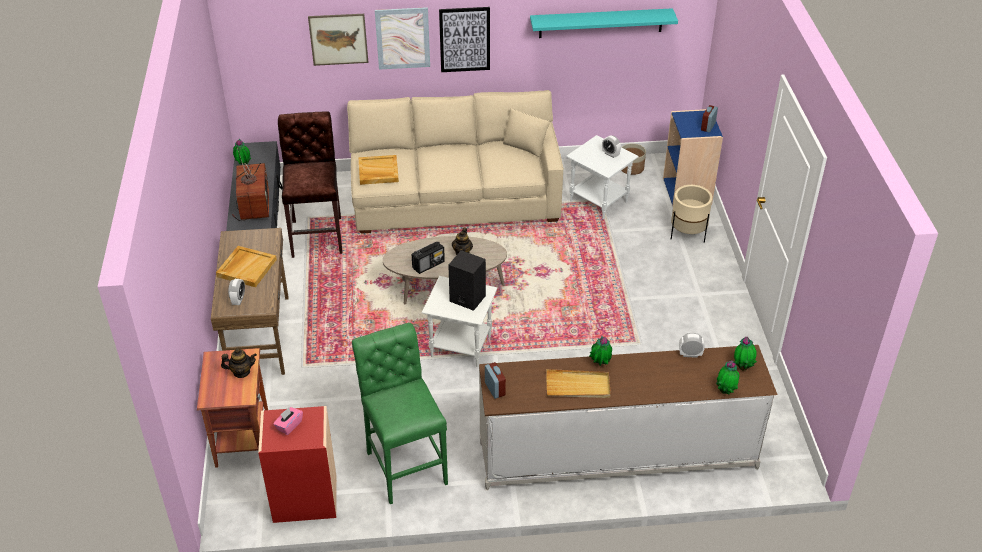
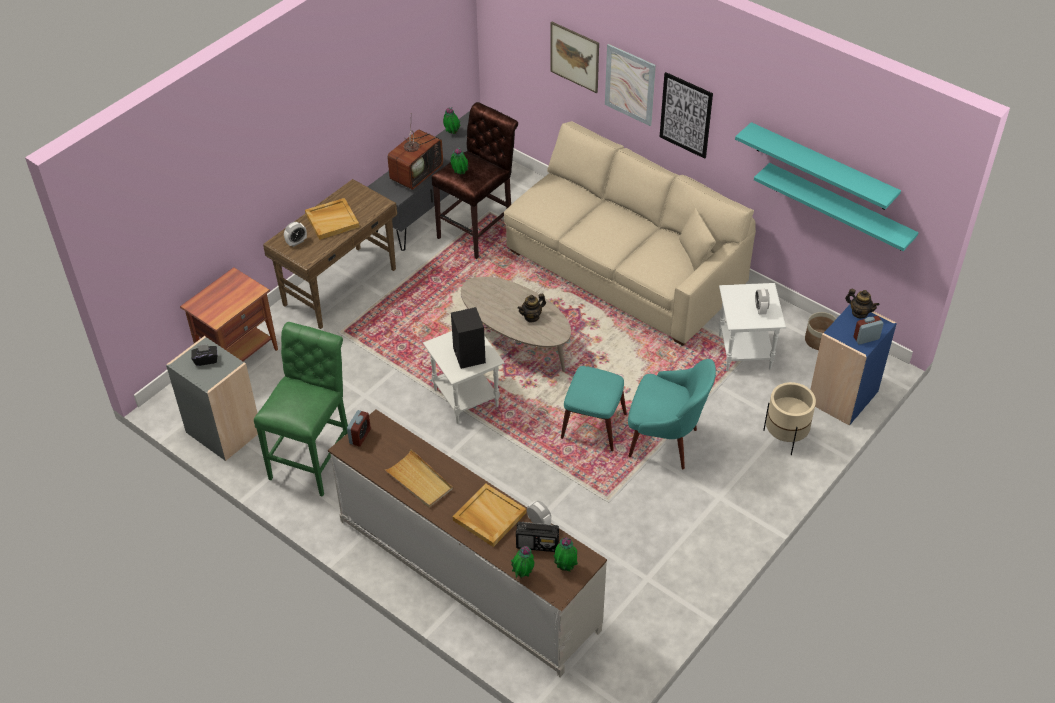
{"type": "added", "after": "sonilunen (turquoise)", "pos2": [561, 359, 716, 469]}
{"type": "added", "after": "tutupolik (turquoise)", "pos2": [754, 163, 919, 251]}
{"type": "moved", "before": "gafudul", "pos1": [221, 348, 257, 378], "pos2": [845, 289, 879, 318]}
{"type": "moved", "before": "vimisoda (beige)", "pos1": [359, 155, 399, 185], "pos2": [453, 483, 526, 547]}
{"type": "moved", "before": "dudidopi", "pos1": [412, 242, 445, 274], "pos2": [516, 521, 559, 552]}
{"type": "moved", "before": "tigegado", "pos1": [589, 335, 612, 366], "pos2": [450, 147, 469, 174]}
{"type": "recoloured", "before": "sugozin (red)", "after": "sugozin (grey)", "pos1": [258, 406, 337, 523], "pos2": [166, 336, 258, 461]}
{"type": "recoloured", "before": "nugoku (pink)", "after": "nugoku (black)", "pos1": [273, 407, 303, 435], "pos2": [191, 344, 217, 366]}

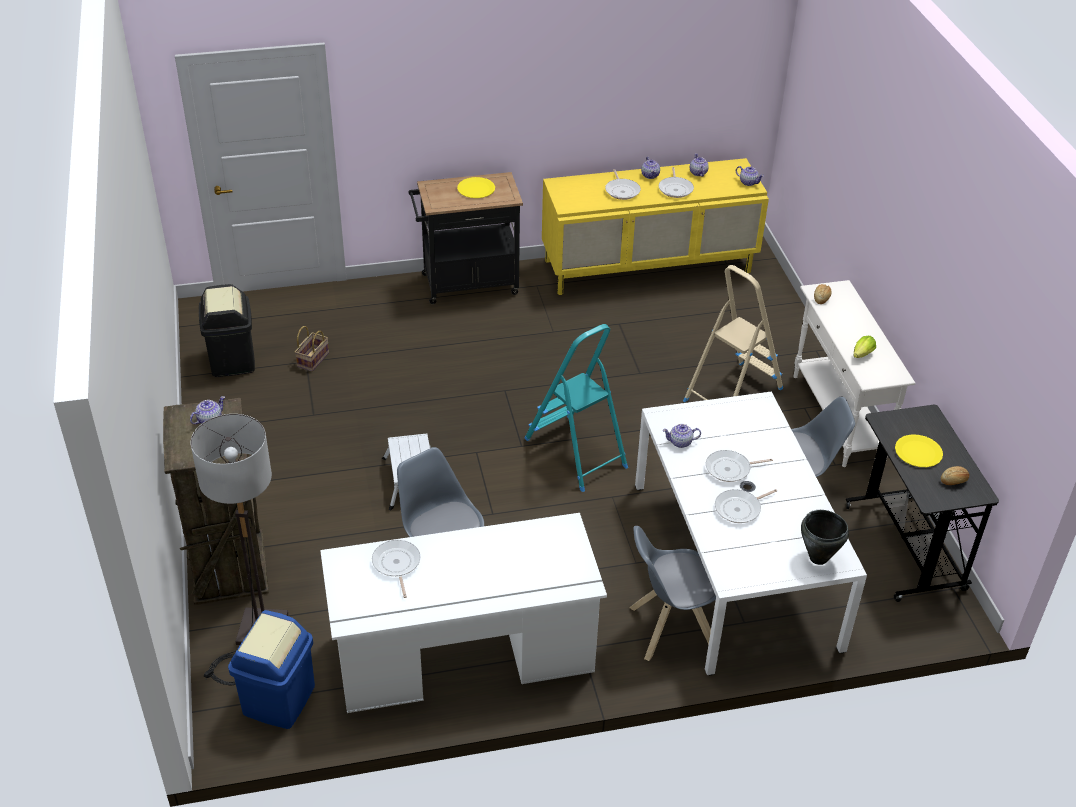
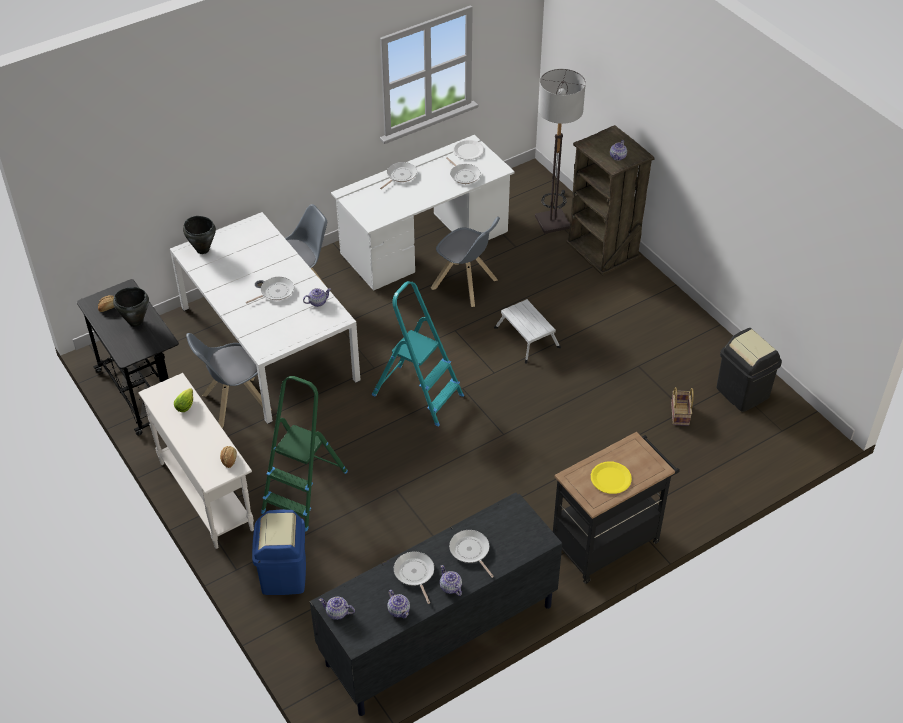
{"type": "added", "after": "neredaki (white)", "pos2": [453, 140, 485, 160]}
{"type": "moved", "before": "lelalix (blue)", "pos1": [228, 610, 315, 729], "pos2": [252, 510, 306, 595]}
{"type": "moved", "before": "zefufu", "pos1": [715, 489, 777, 523], "pos2": [380, 162, 417, 189]}
{"type": "replaced", "before": "neredaki (yellow)", "after": "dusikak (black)", "pos1": [895, 434, 943, 467], "pos2": [113, 287, 149, 327]}
{"type": "recoloured", "before": "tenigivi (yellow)", "after": "tenigivi (black)", "pos1": [542, 158, 769, 295], "pos2": [310, 492, 562, 716]}
{"type": "recoloured", "before": "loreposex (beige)", "after": "loreposex (green)", "pos1": [683, 265, 783, 402], "pos2": [261, 376, 348, 532]}

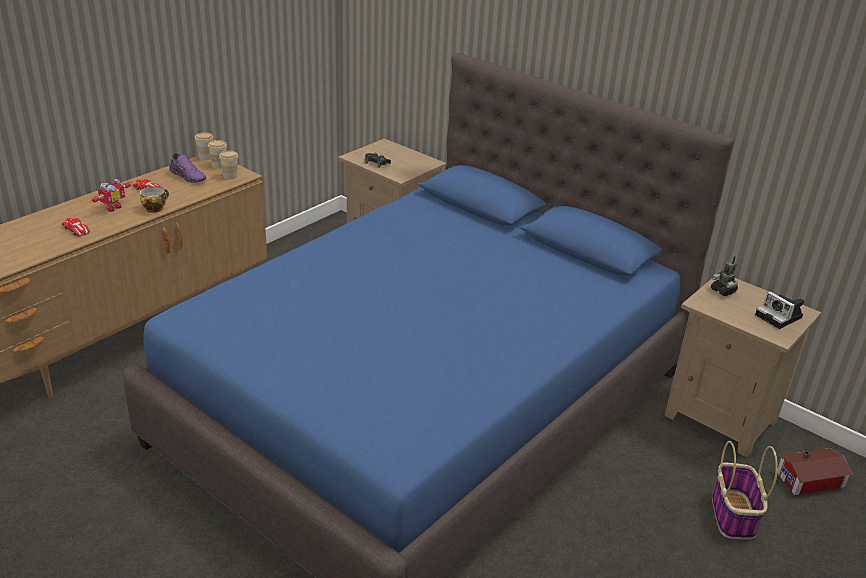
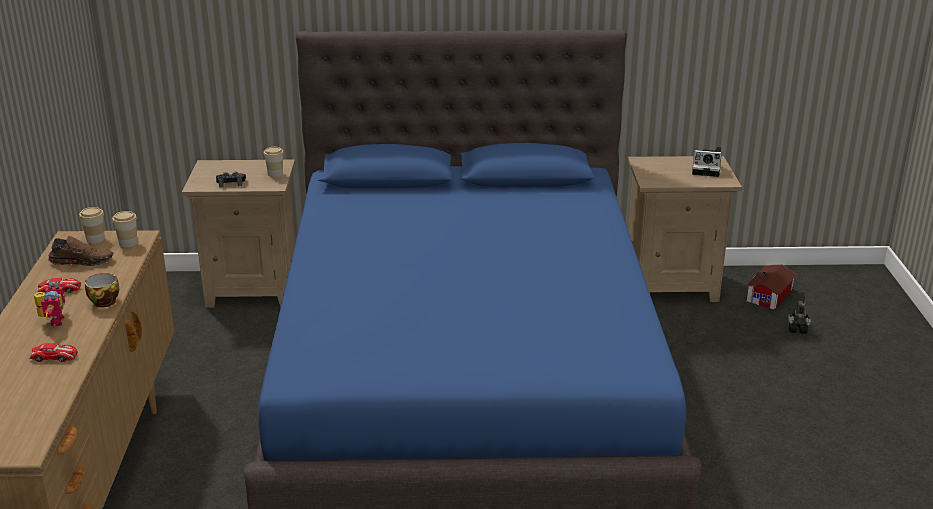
{"type": "removed", "before": "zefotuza", "pos1": [712, 441, 778, 539]}
{"type": "moved", "before": "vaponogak", "pos1": [195, 132, 213, 160], "pos2": [263, 147, 284, 177]}
{"type": "moved", "before": "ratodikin", "pos1": [711, 256, 738, 296], "pos2": [788, 296, 811, 334]}
{"type": "recoloured", "before": "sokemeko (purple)", "after": "sokemeko (brown)", "pos1": [169, 153, 206, 183], "pos2": [48, 236, 114, 266]}

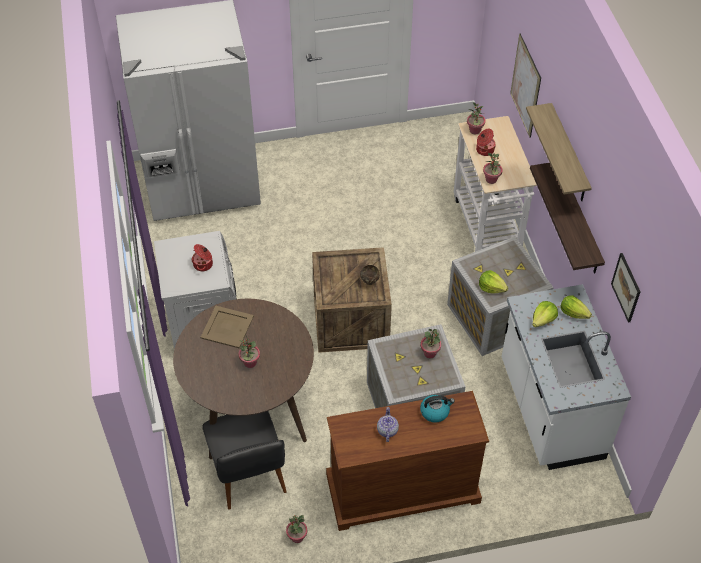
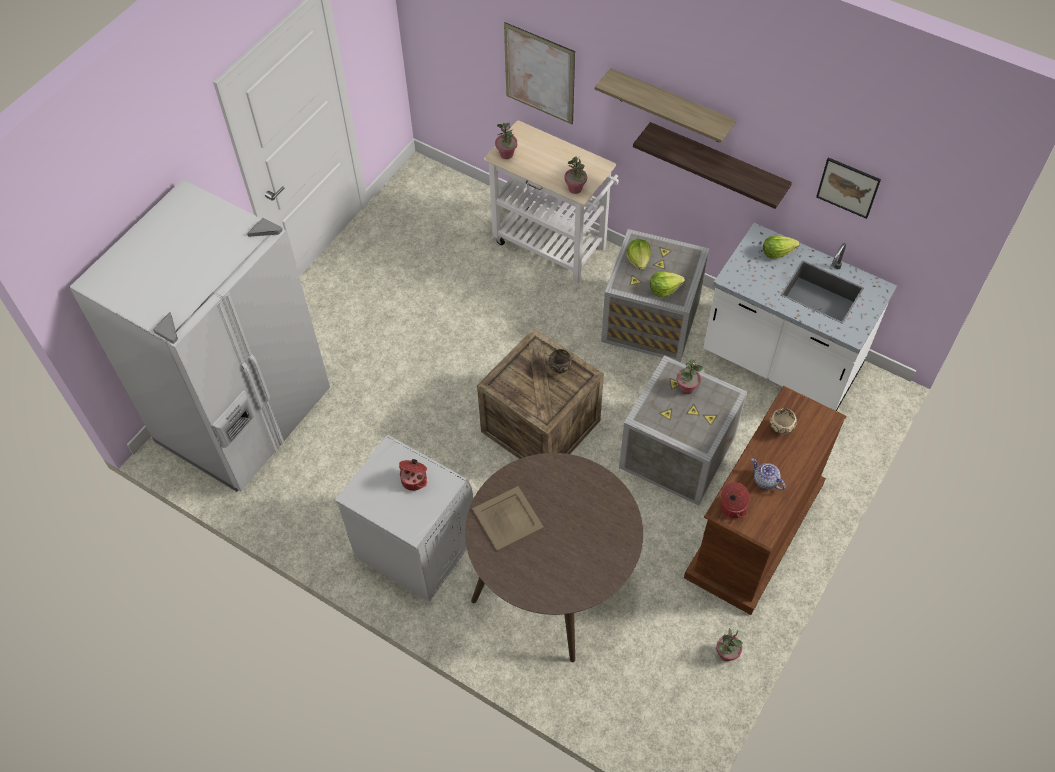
{"type": "removed", "before": "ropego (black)", "pos1": [202, 411, 287, 510]}
{"type": "removed", "before": "tigegado", "pos1": [239, 335, 260, 368]}
{"type": "moved", "before": "dusikak", "pos1": [476, 129, 496, 156], "pos2": [720, 482, 750, 518]}
{"type": "moved", "before": "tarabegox", "pos1": [532, 301, 558, 327], "pos2": [626, 239, 651, 270]}
{"type": "replaced", "before": "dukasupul", "after": "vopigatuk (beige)", "pos1": [420, 395, 455, 423], "pos2": [770, 408, 797, 434]}

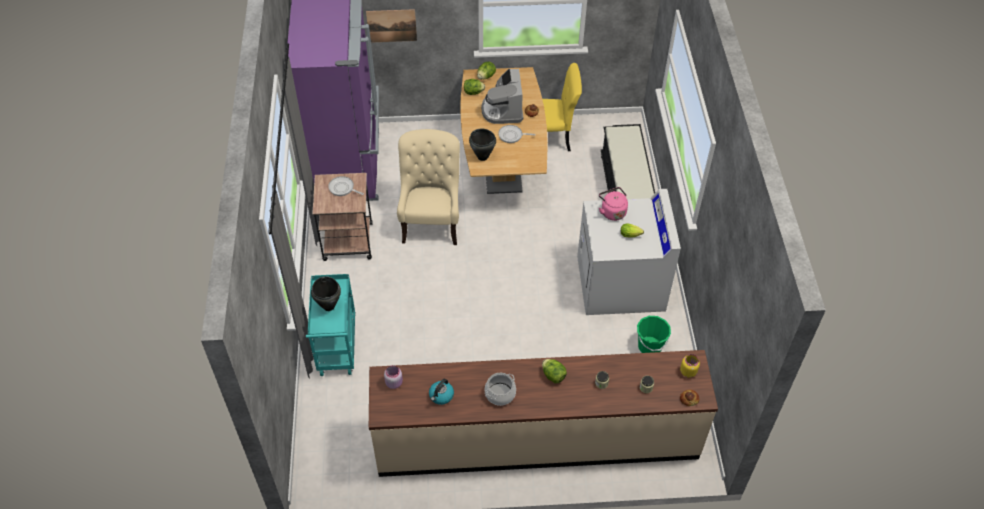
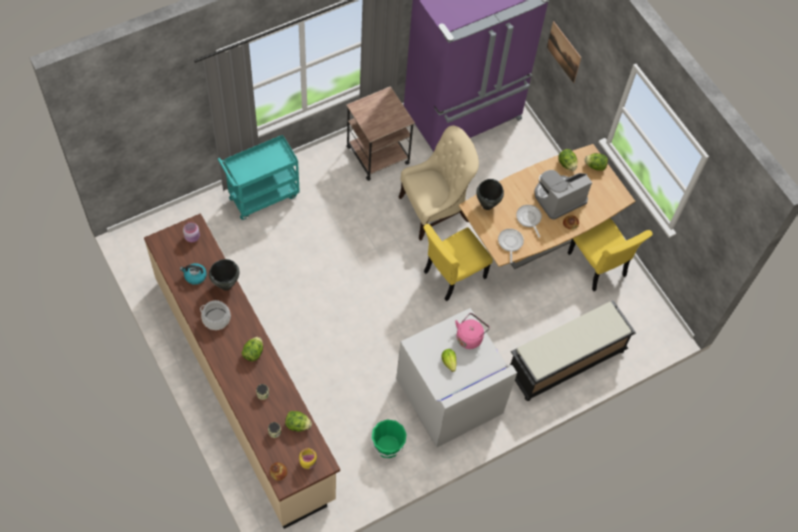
{"type": "added", "after": "tarabegox", "pos2": [285, 411, 312, 432]}
{"type": "added", "after": "ropego (yellow)", "pos2": [423, 224, 493, 301]}
{"type": "moved", "before": "dusikak (black)", "pos1": [311, 276, 341, 311], "pos2": [209, 259, 240, 291]}
{"type": "moved", "before": "zefufu", "pos1": [328, 176, 364, 196], "pos2": [498, 229, 524, 263]}

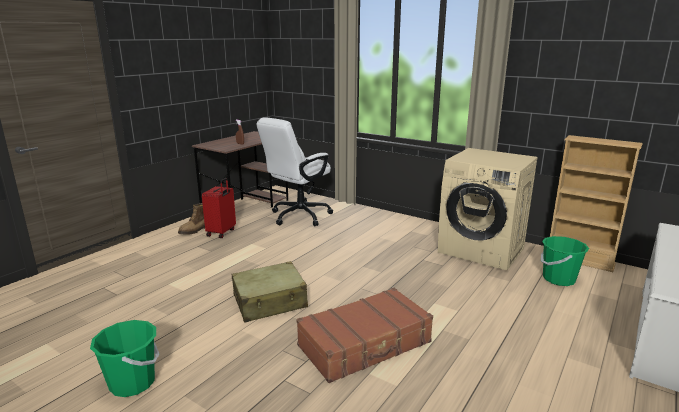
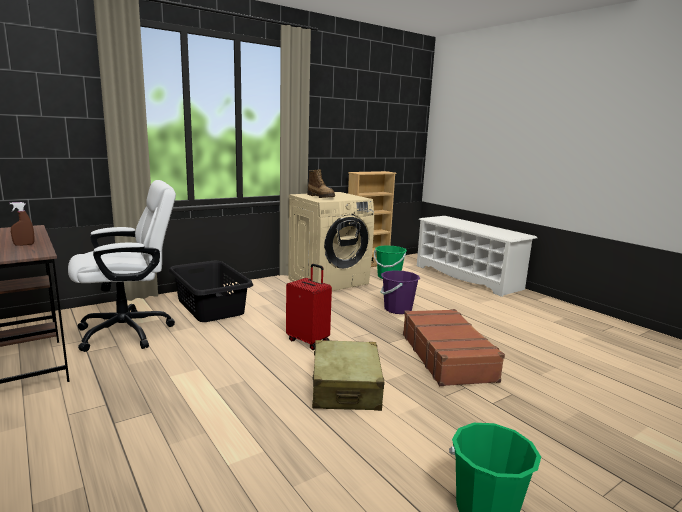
{"type": "added", "after": "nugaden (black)", "pos2": [169, 261, 253, 322]}
{"type": "added", "after": "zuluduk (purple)", "pos2": [381, 270, 420, 314]}
{"type": "moved", "before": "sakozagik", "pos1": [178, 203, 205, 234], "pos2": [307, 169, 335, 198]}
{"type": "moved", "before": "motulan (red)", "pos1": [202, 178, 236, 238], "pos2": [286, 264, 332, 350]}
{"type": "turned", "before": "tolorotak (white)", "pos1": [257, 117, 333, 226], "pos2": [68, 180, 176, 352], "turn": -90}

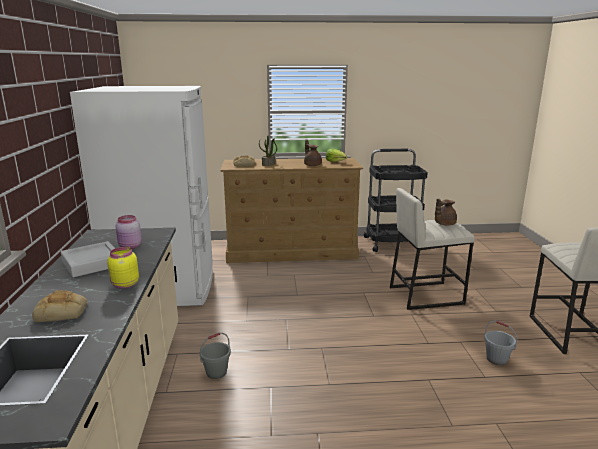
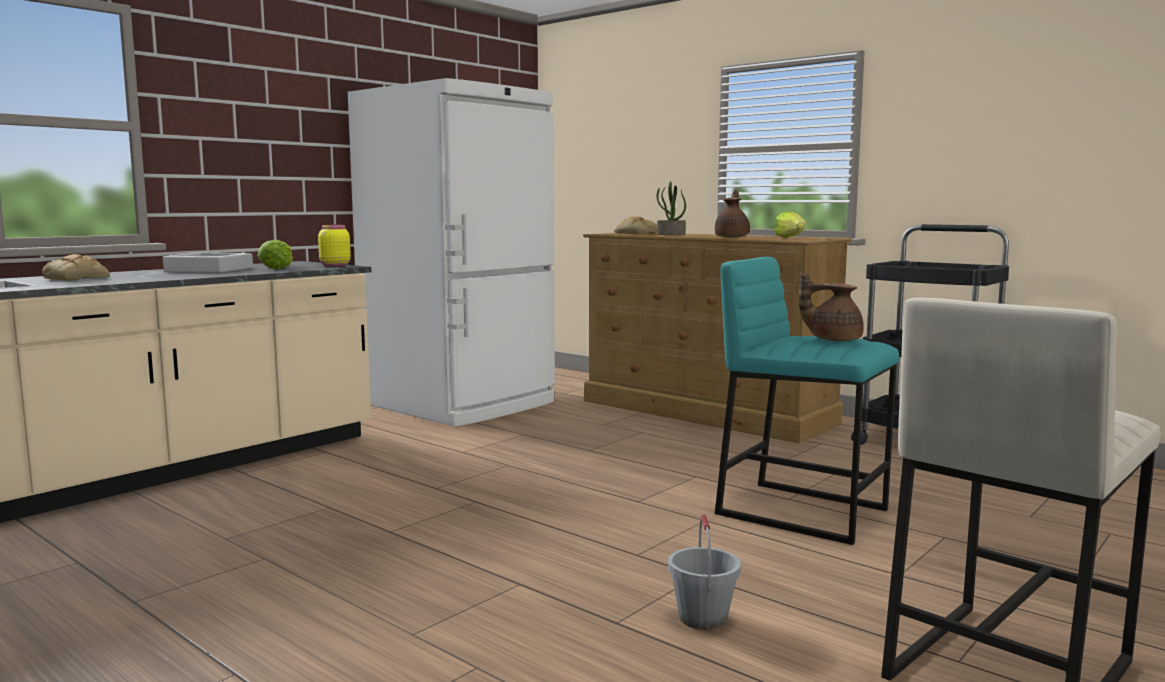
{"type": "removed", "before": "zuluduk (grey)", "pos1": [200, 332, 231, 379]}
{"type": "moved", "before": "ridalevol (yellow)", "pos1": [107, 247, 139, 289], "pos2": [318, 225, 351, 267]}
{"type": "replaced", "before": "ridalevol (pink)", "after": "tarabegox", "pos1": [115, 215, 142, 249], "pos2": [257, 240, 293, 269]}
{"type": "recoloured", "before": "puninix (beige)", "after": "puninix (turquoise)", "pos1": [390, 188, 475, 310], "pos2": [715, 257, 899, 545]}

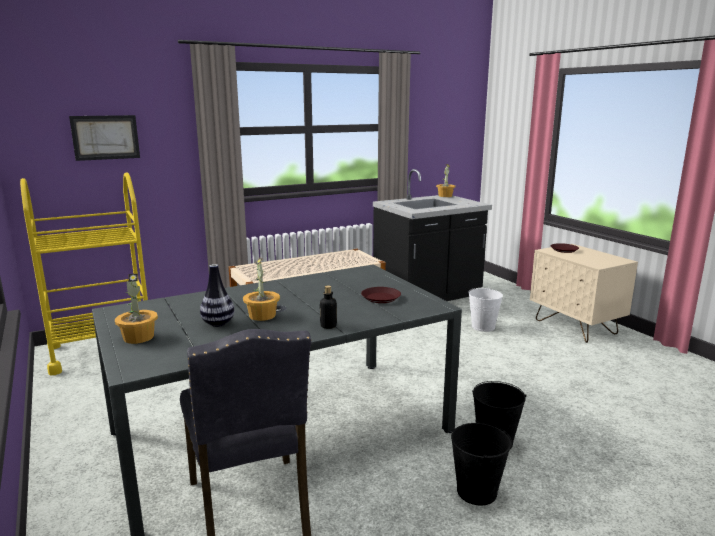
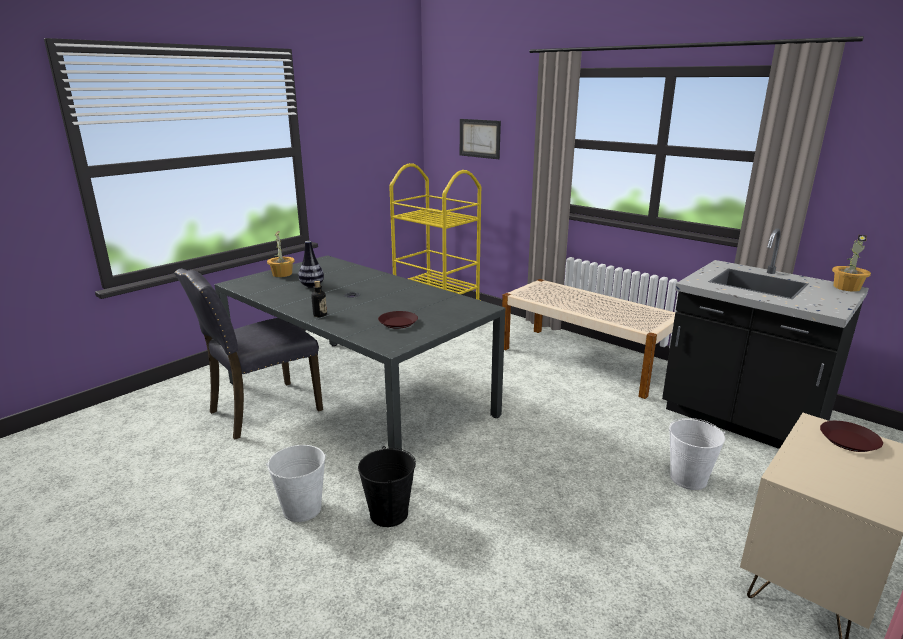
{"type": "removed", "before": "tigegado", "pos1": [243, 257, 280, 321]}
{"type": "recoloured", "before": "zuluduk (black)", "after": "zuluduk (white)", "pos1": [451, 420, 512, 506], "pos2": [266, 445, 326, 522]}

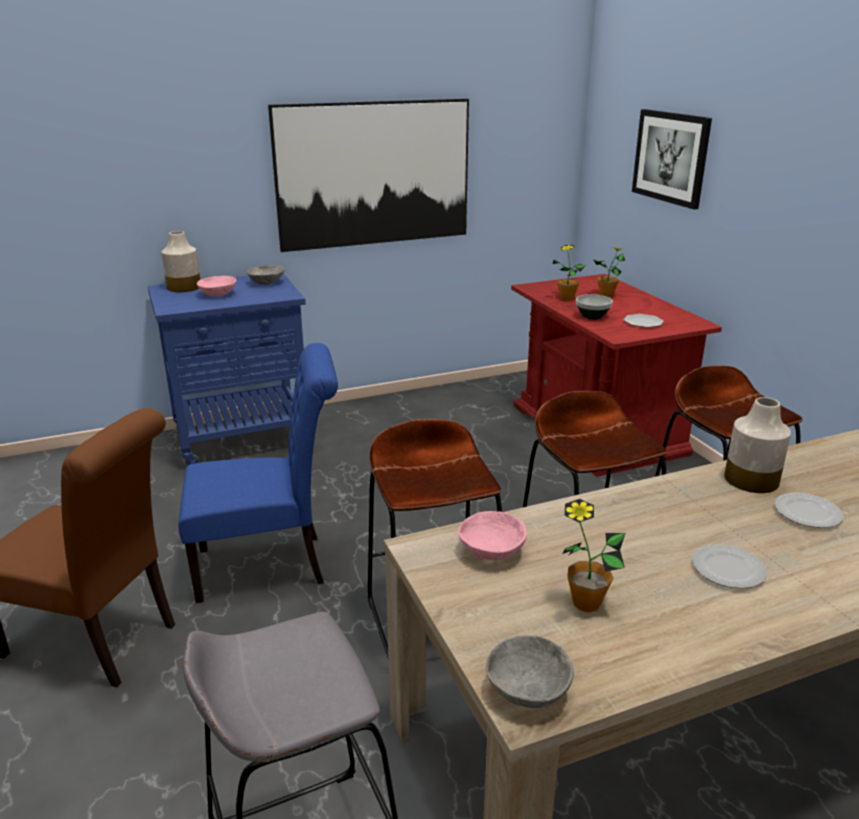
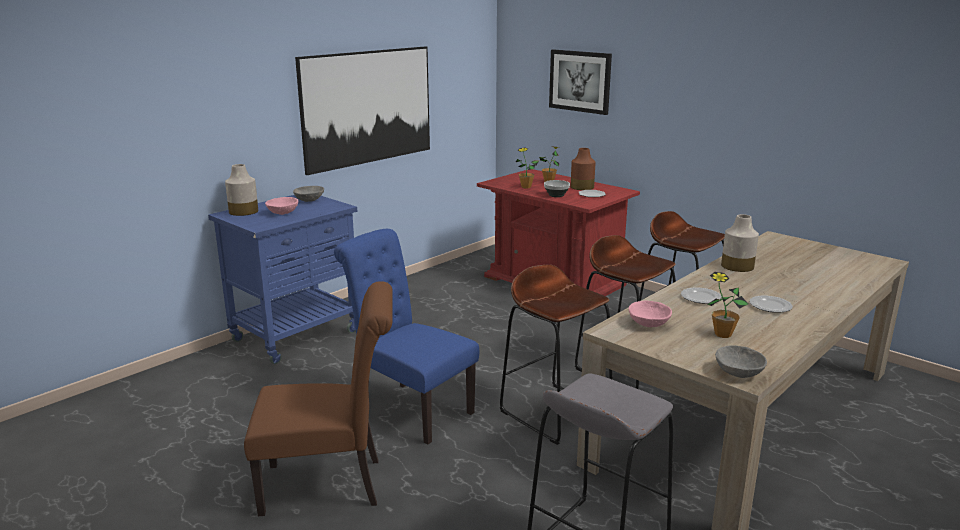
{"type": "added", "after": "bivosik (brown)", "pos2": [571, 148, 596, 190]}
{"type": "moved", "before": "neredaki", "pos1": [775, 493, 844, 528], "pos2": [681, 287, 722, 304]}
{"type": "turned", "before": "ropego (blue)", "pos1": [179, 343, 338, 603], "pos2": [334, 229, 479, 444], "turn": -105}

